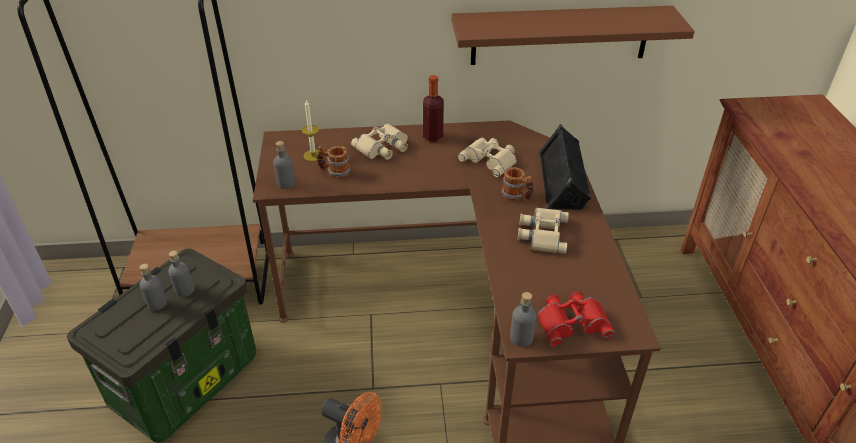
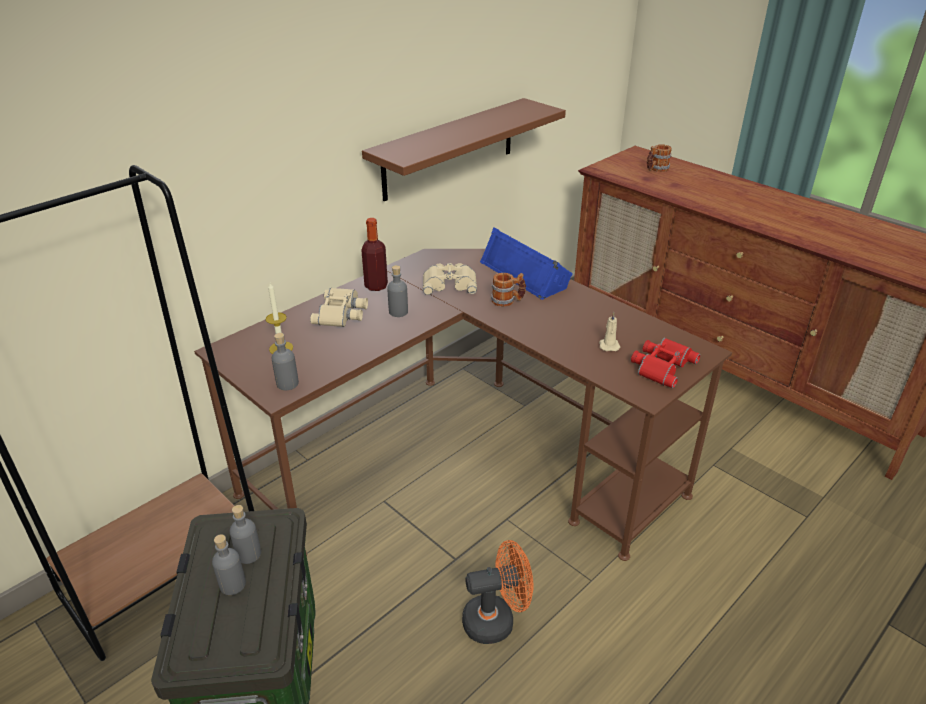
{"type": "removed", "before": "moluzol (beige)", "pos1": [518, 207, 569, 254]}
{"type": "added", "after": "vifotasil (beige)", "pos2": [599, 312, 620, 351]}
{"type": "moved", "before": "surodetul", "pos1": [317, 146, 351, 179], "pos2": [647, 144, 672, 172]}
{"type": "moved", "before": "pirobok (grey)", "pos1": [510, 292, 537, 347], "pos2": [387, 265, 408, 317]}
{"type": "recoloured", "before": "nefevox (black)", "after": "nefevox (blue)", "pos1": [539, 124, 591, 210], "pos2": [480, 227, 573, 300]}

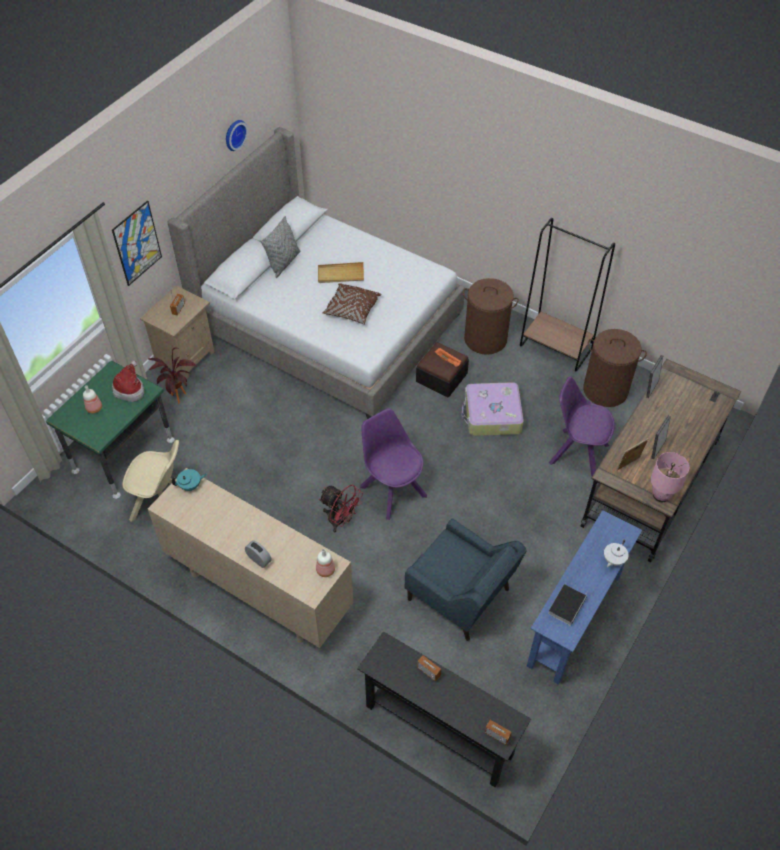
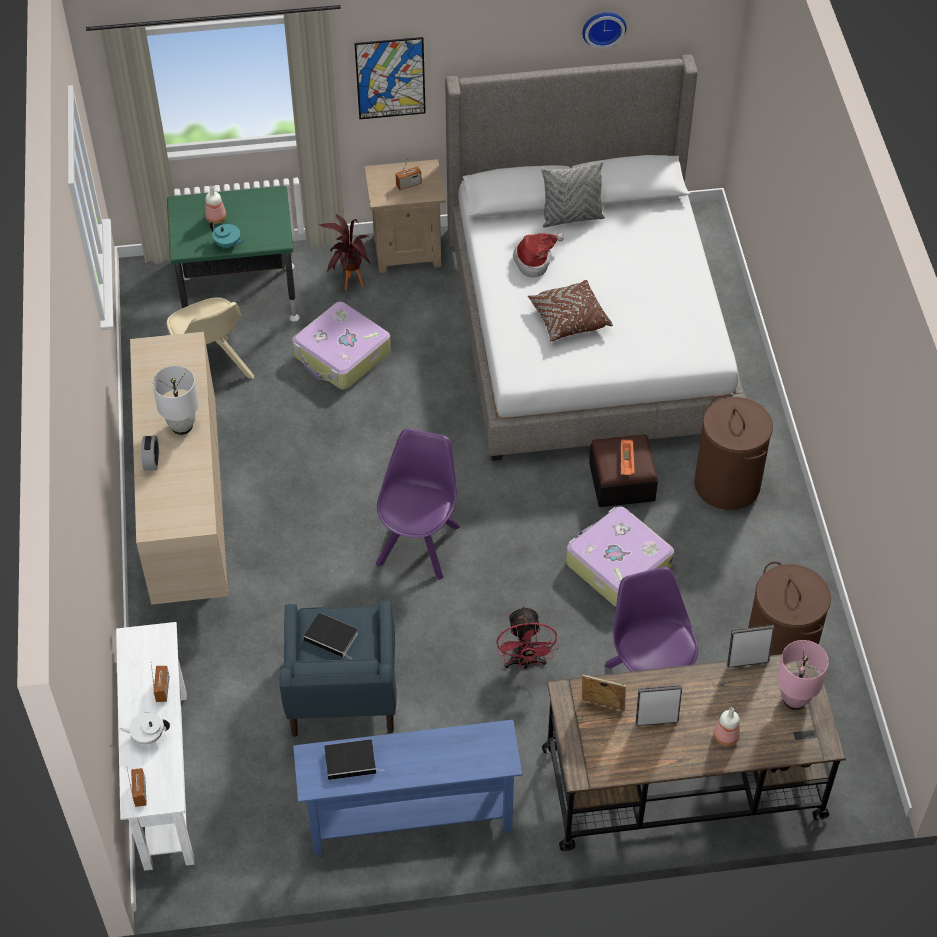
{"type": "removed", "before": "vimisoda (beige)", "pos1": [318, 262, 364, 283]}
{"type": "removed", "before": "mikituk", "pos1": [520, 218, 615, 371]}
{"type": "added", "after": "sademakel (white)", "pos2": [152, 366, 199, 435]}
{"type": "added", "after": "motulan", "pos2": [292, 302, 391, 390]}
{"type": "added", "after": "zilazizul", "pos2": [304, 613, 358, 659]}
{"type": "moved", "before": "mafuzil", "pos1": [112, 361, 145, 402], "pos2": [513, 233, 564, 278]}
{"type": "moved", "before": "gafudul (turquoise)", "pos1": [172, 469, 207, 491], "pos2": [210, 221, 244, 249]}
{"type": "moved", "before": "pirobok", "pos1": [316, 549, 335, 577], "pos2": [714, 707, 740, 746]}
{"type": "moved", "before": "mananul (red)", "pos1": [319, 484, 363, 532], "pos2": [496, 605, 558, 669]}
{"type": "moved", "before": "gafudul (white)", "pos1": [604, 539, 628, 567], "pos2": [119, 713, 170, 744]}
{"type": "moved", "before": "sademakel (pink)", "pos1": [651, 452, 689, 502], "pos2": [777, 640, 829, 710]}
{"type": "recoloured", "before": "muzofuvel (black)", "after": "muzofuvel (white)", "pos1": [357, 631, 531, 787], "pos2": [116, 622, 195, 871]}

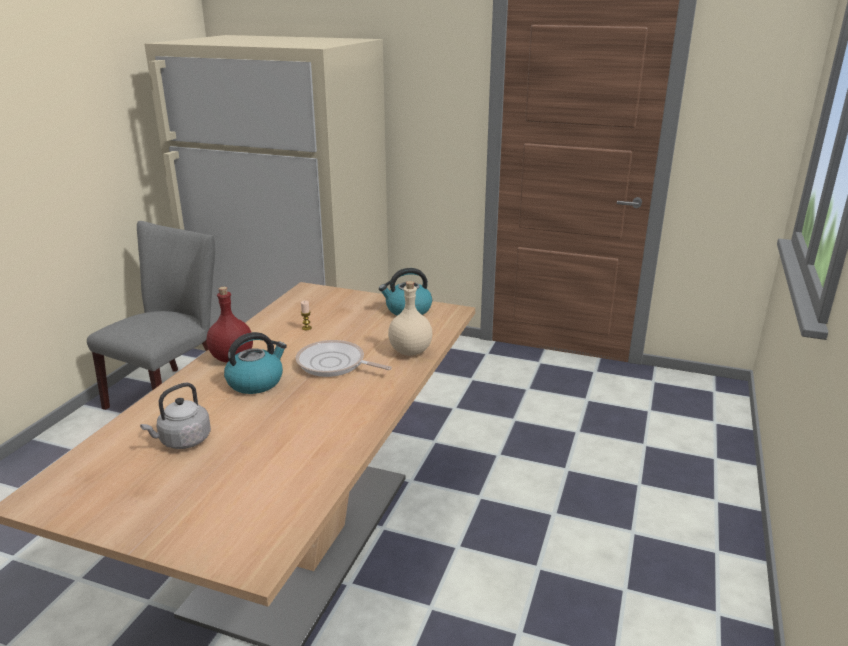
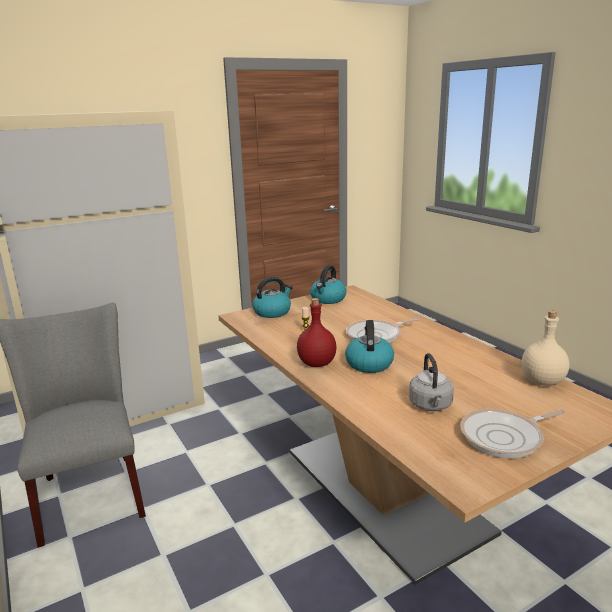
{"type": "added", "after": "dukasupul", "pos2": [252, 277, 293, 318]}
{"type": "added", "after": "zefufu", "pos2": [460, 409, 566, 458]}
{"type": "moved", "before": "pirobok (beige)", "pos1": [388, 281, 432, 356], "pos2": [522, 310, 569, 386]}

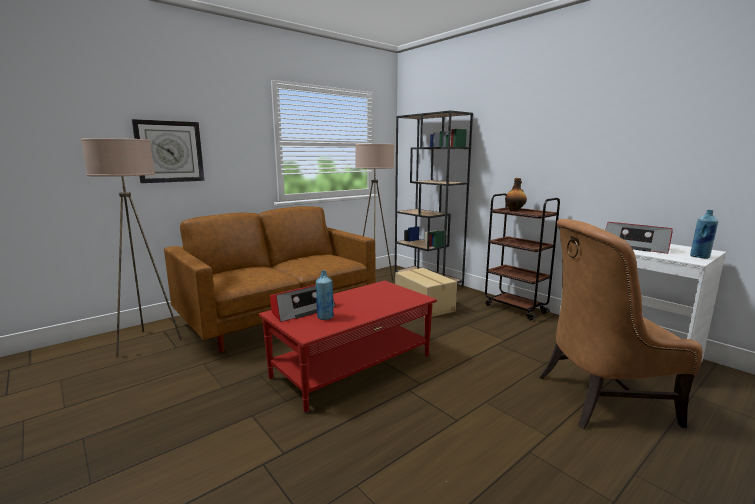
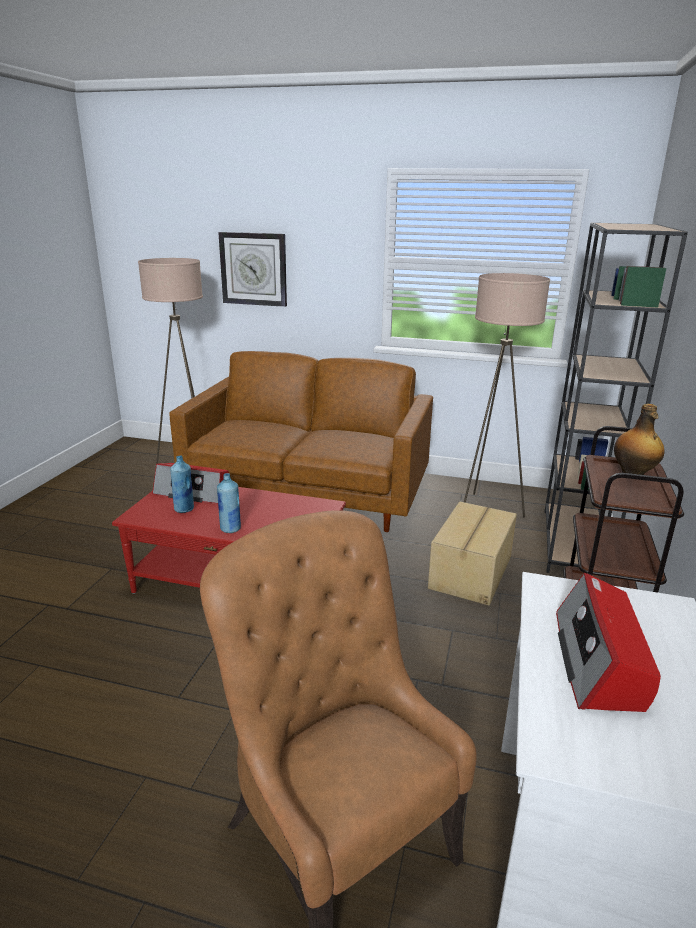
{"type": "moved", "before": "pirobok (blue)", "pos1": [690, 210, 718, 259], "pos2": [217, 473, 241, 533]}

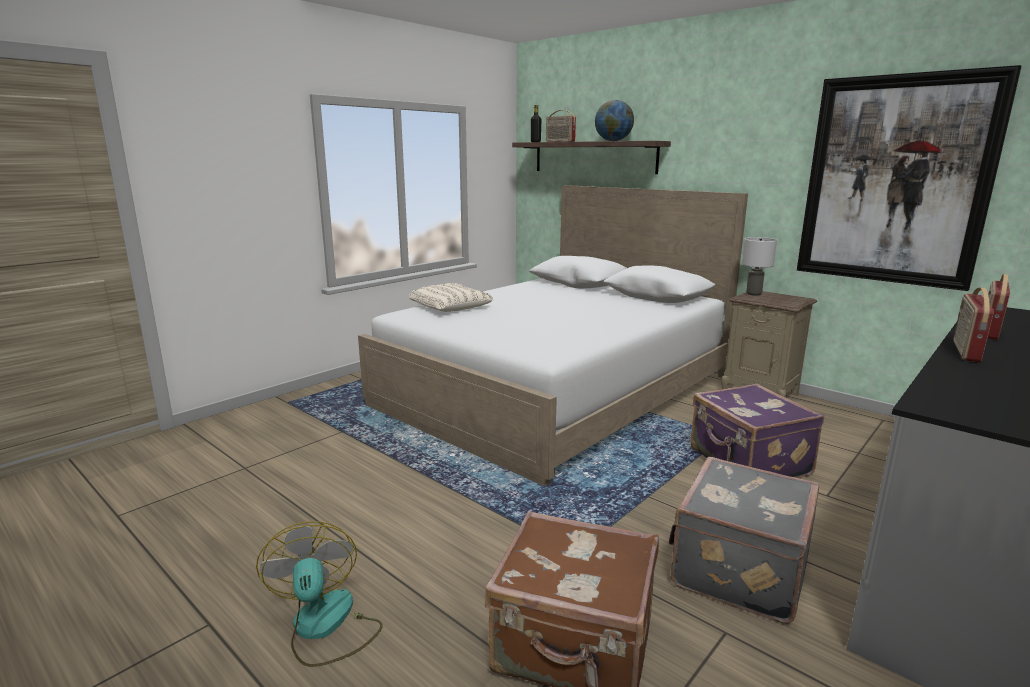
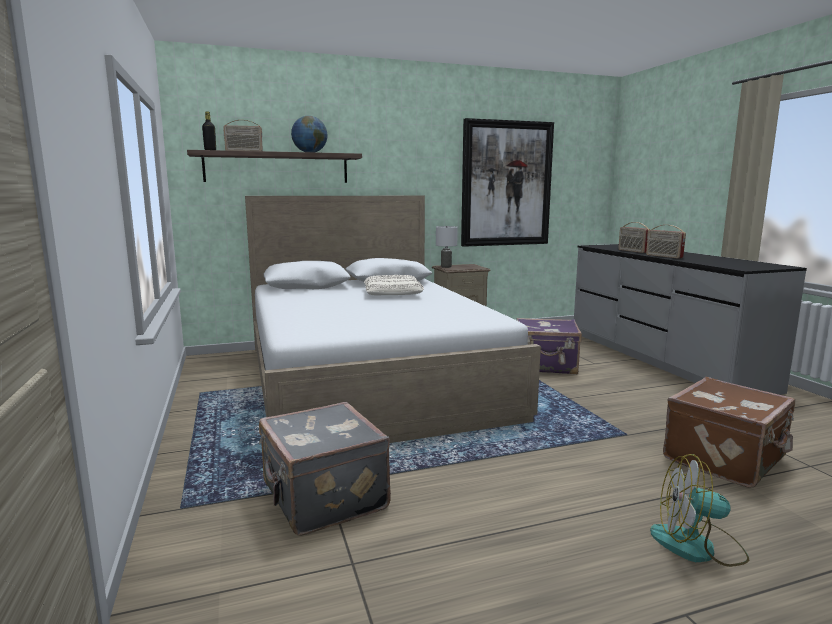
{"type": "moved", "before": "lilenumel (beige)", "pos1": [409, 283, 493, 312], "pos2": [364, 275, 424, 295]}
{"type": "moved", "before": "motulan (grey)", "pos1": [669, 457, 819, 624], "pos2": [259, 402, 391, 536]}

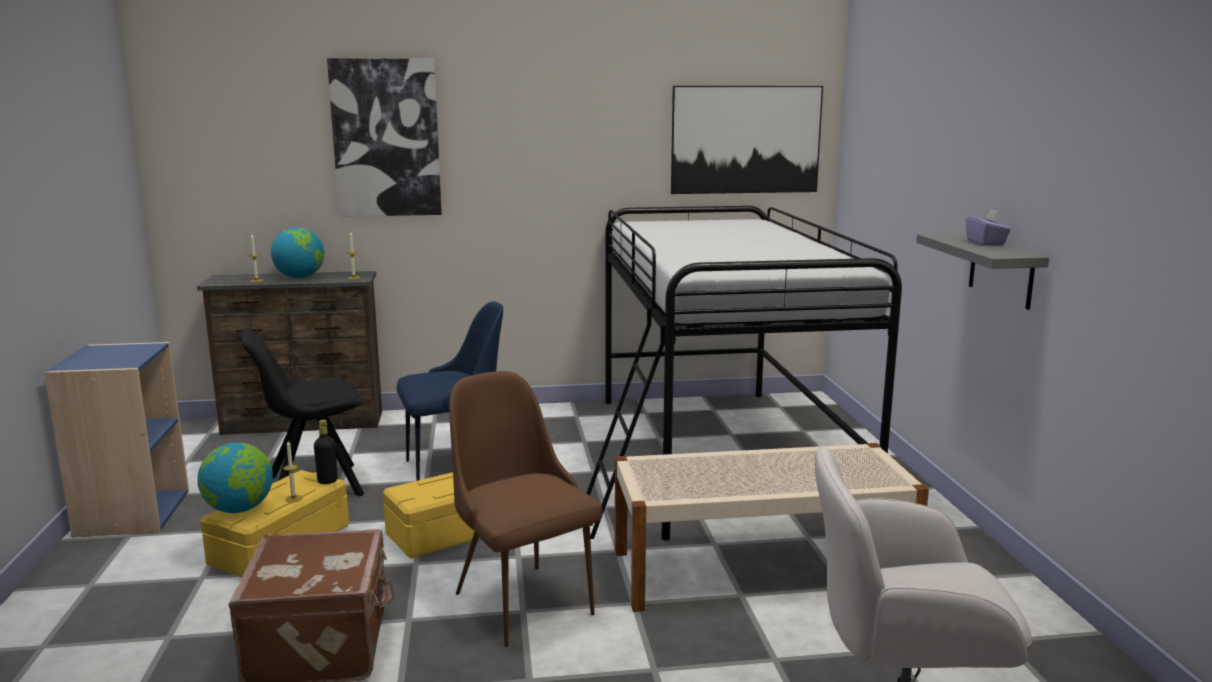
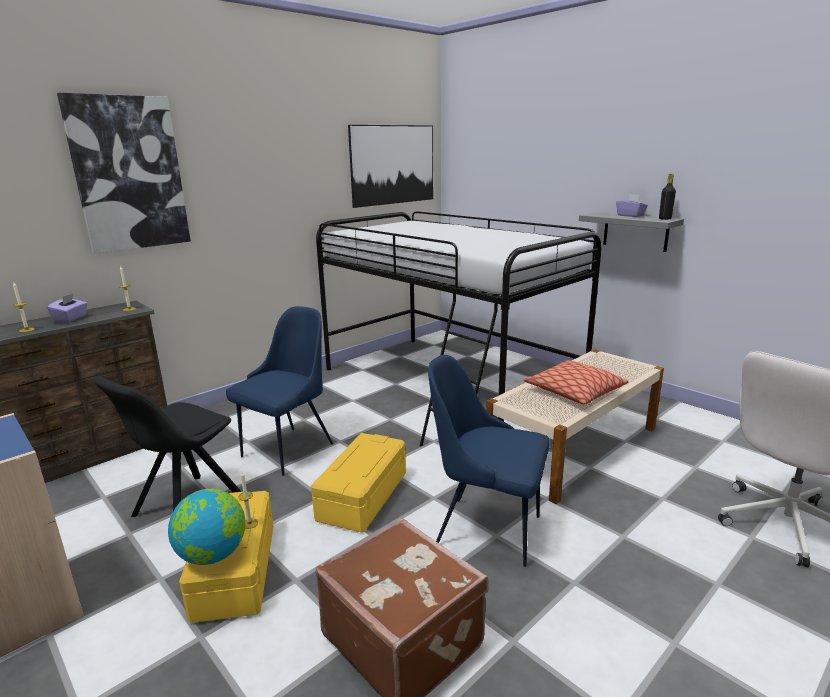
{"type": "added", "after": "lilenumel", "pos2": [524, 360, 629, 405]}
{"type": "moved", "before": "pirobok (black)", "pos1": [314, 420, 338, 484], "pos2": [659, 174, 676, 220]}
{"type": "replaced", "before": "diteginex", "after": "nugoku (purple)", "pos1": [271, 227, 324, 278], "pos2": [47, 293, 88, 322]}
{"type": "recoloured", "before": "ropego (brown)", "after": "ropego (blue)", "pos1": [449, 371, 602, 647], "pos2": [428, 355, 549, 567]}

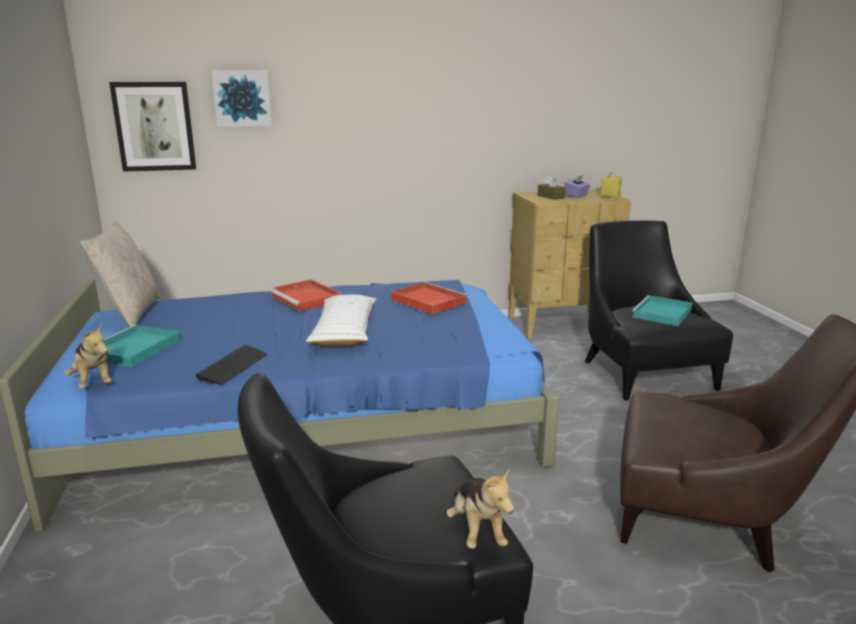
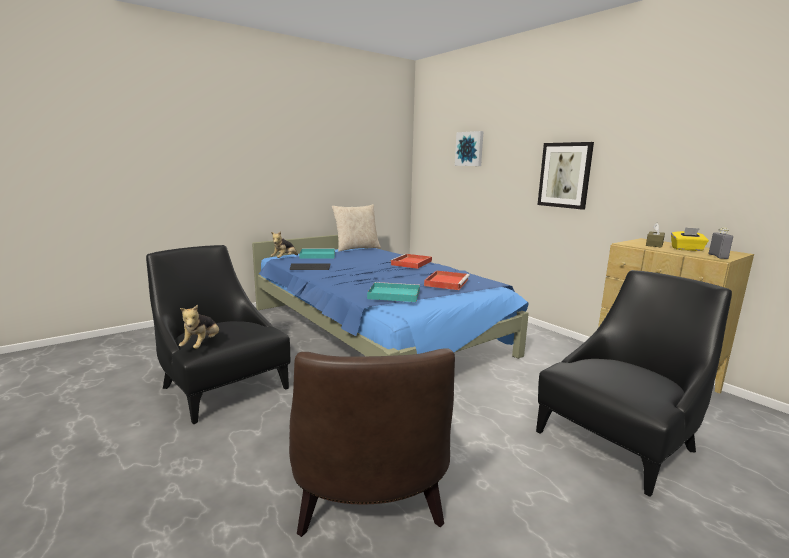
{"type": "removed", "before": "lilenumel (white)", "pos1": [306, 295, 377, 345]}
{"type": "moved", "before": "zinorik", "pos1": [109, 82, 196, 172], "pos2": [538, 142, 594, 210]}
{"type": "moved", "before": "vimisoda (turquoise)", "pos1": [631, 295, 692, 326], "pos2": [367, 282, 420, 302]}
{"type": "recoloured", "before": "nugoku (purple)", "after": "nugoku (yellow)", "pos1": [565, 175, 590, 198], "pos2": [671, 227, 709, 251]}
{"type": "recoloured", "before": "pirobok (yellow)", "after": "pirobok (grey)", "pos1": [600, 172, 622, 199], "pos2": [709, 228, 733, 259]}
{"type": "turned", "before": "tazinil", "pos1": [446, 468, 514, 549], "pos2": [179, 304, 219, 349], "turn": -45}

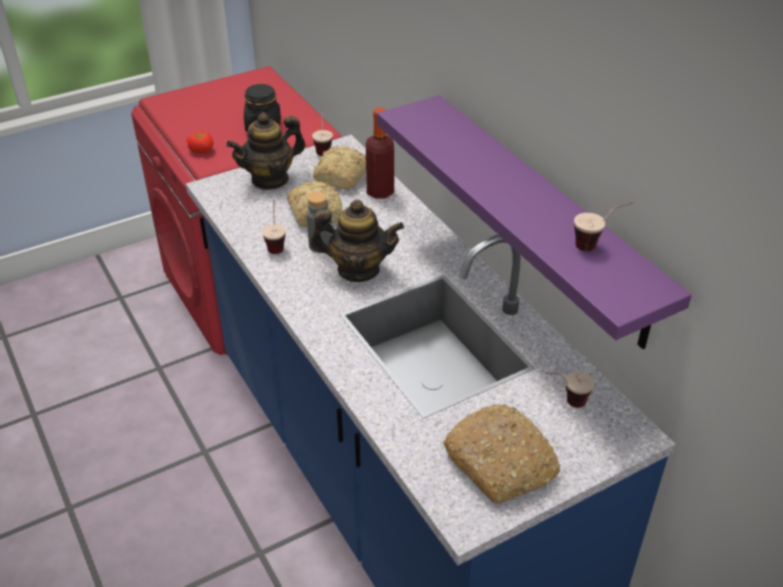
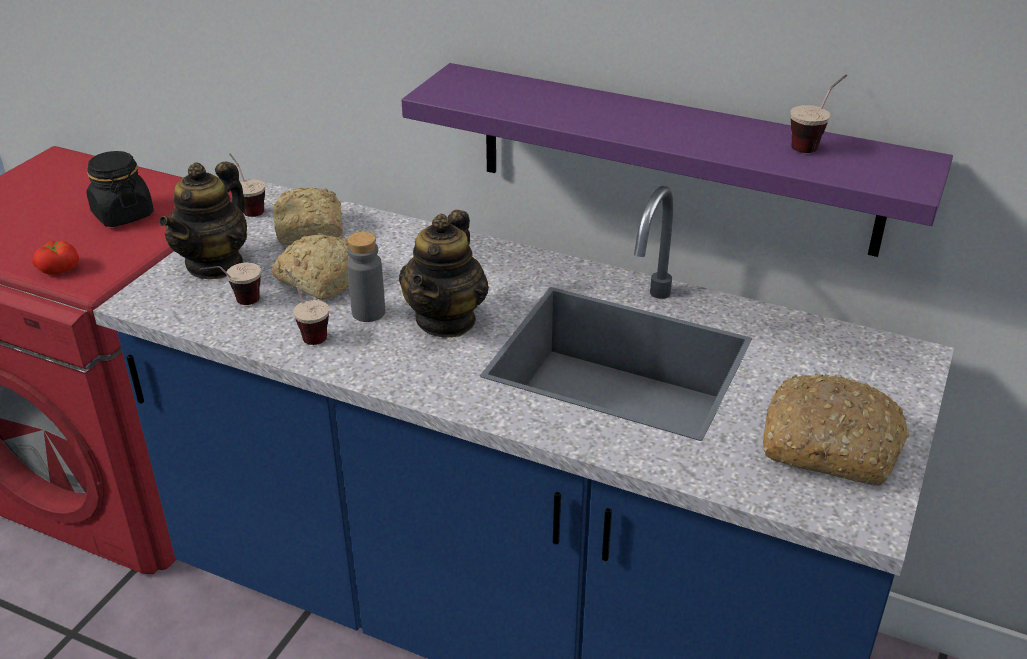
{"type": "removed", "before": "pirobok", "pos1": [366, 108, 394, 199]}
{"type": "moved", "before": "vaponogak", "pos1": [545, 371, 595, 408], "pos2": [200, 262, 261, 305]}
{"type": "turned", "before": "gafudul", "pos1": [310, 199, 404, 282], "pos2": [399, 210, 489, 338], "turn": 135}

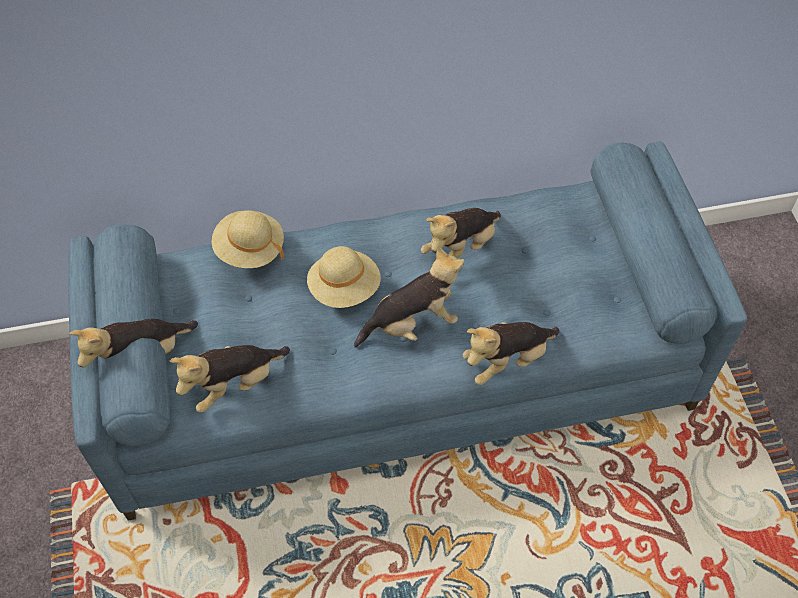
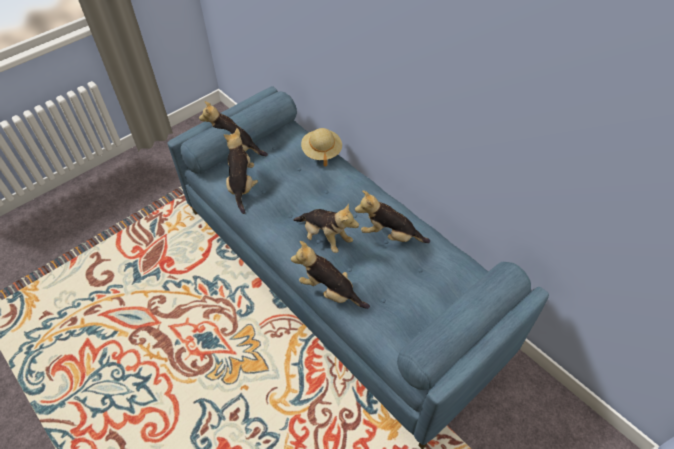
{"type": "removed", "before": "mafuzil (beige)", "pos1": [307, 246, 381, 308]}
{"type": "turned", "before": "tazinil", "pos1": [170, 345, 290, 413], "pos2": [224, 128, 258, 214], "turn": 60}

